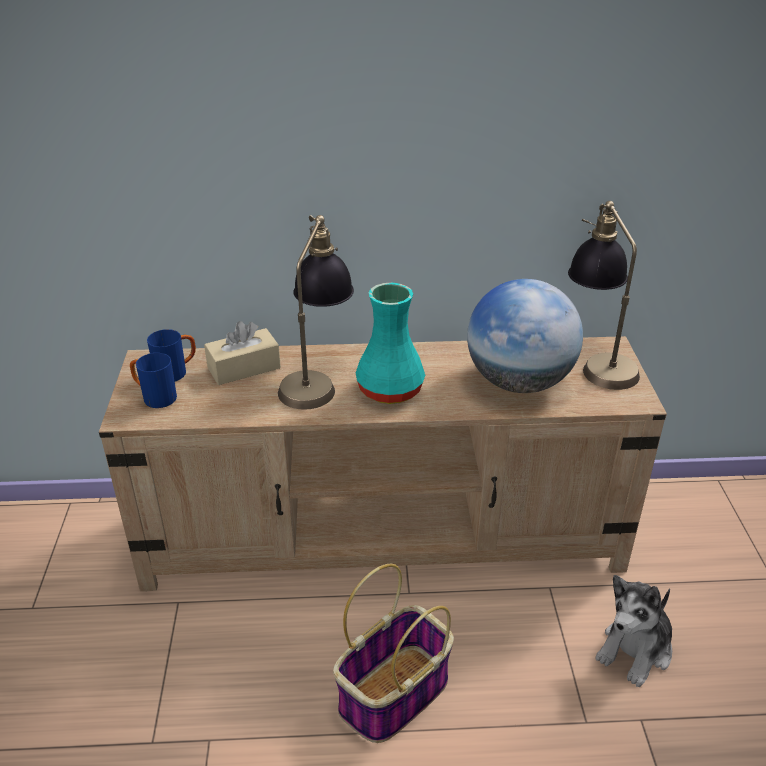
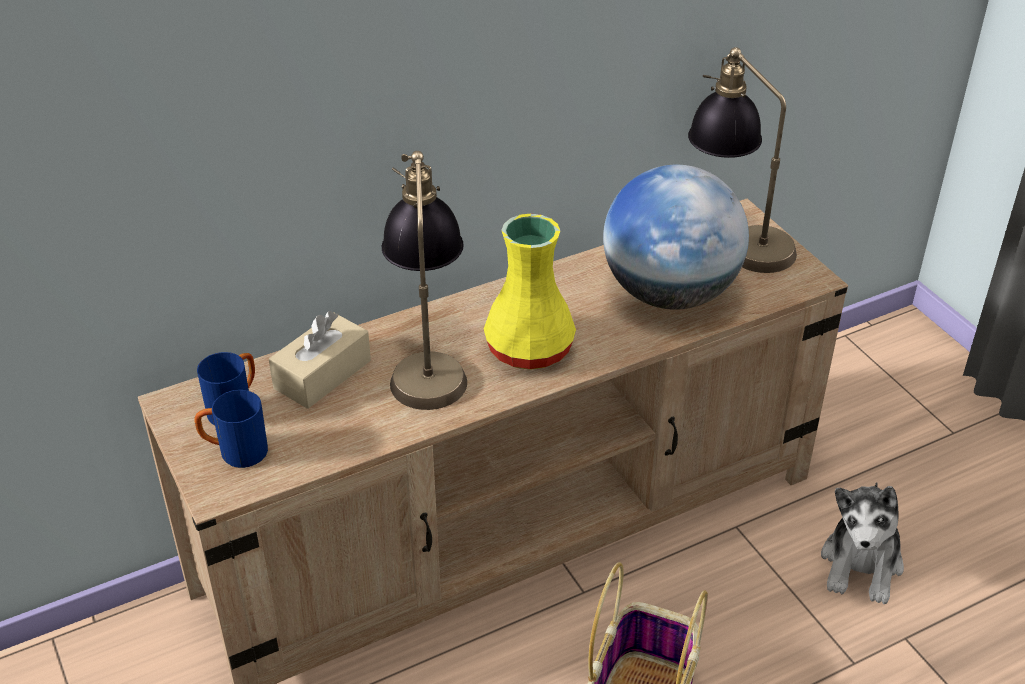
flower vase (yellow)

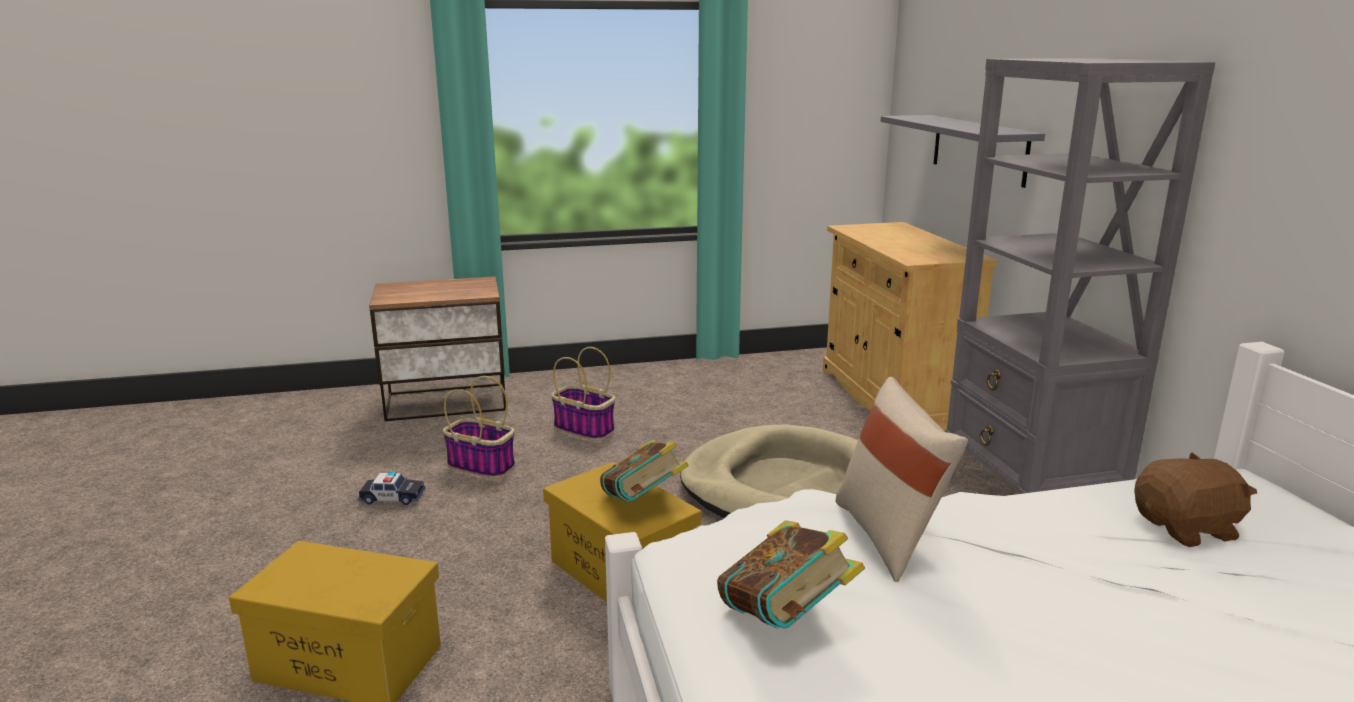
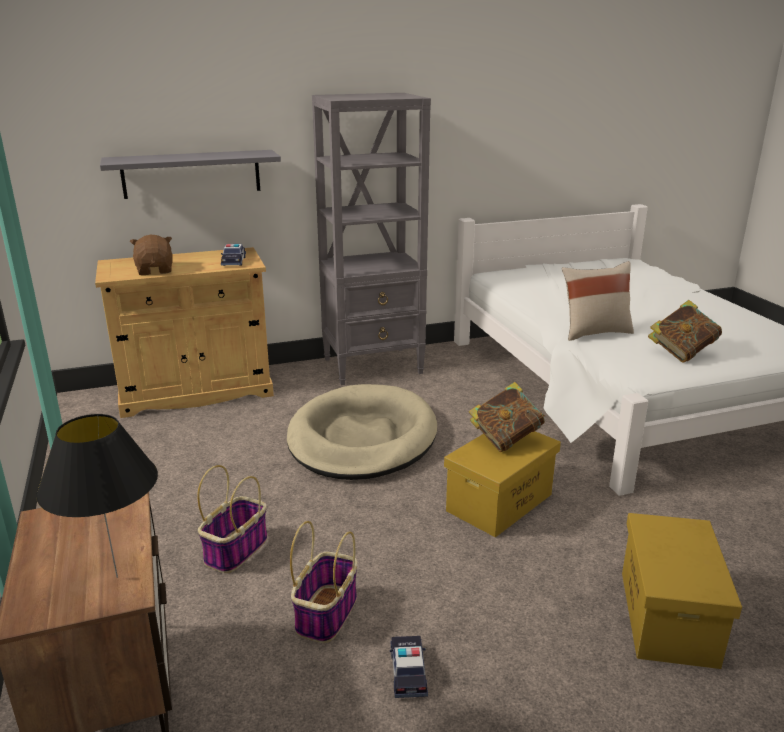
plush toy (brown)
tabletop lamp (black)
toy car (1st from left)

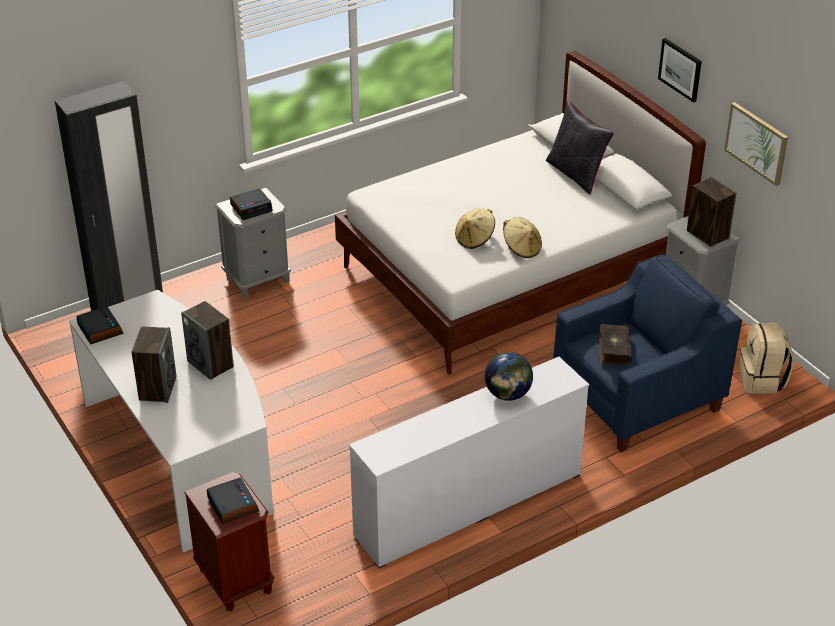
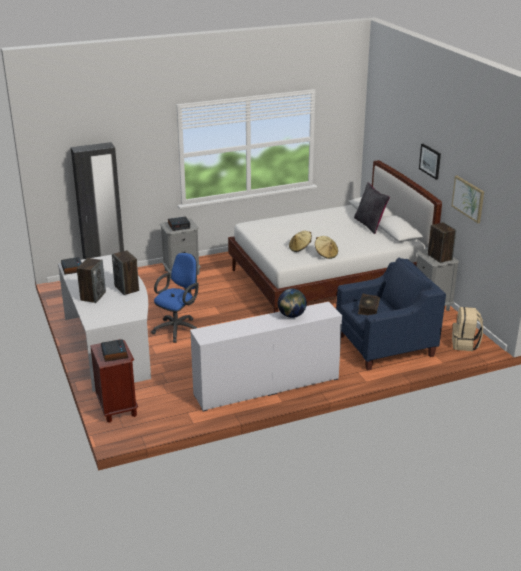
computer chair (blue-coloured)

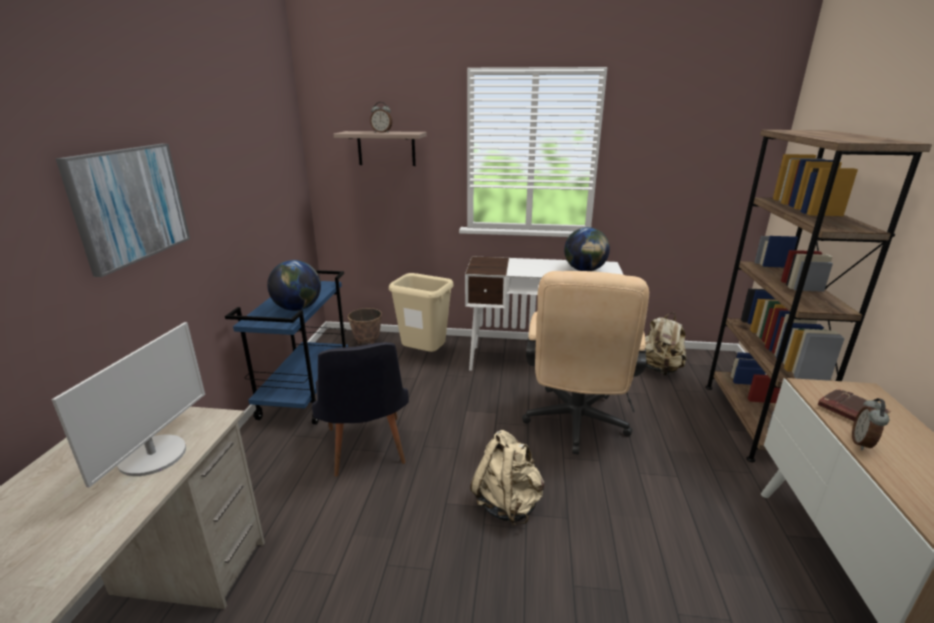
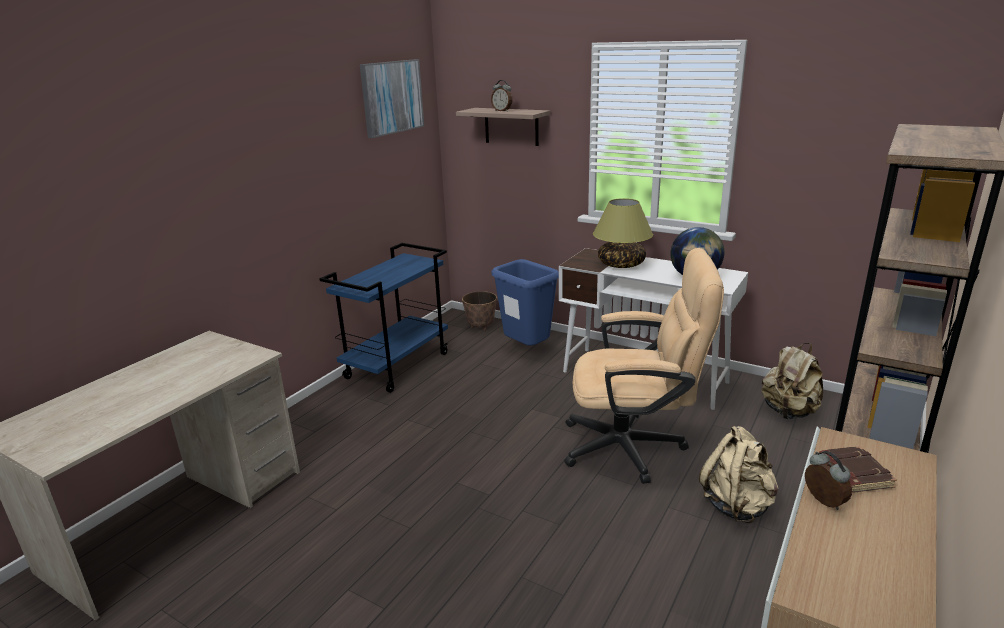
computer display
picture
desk globe (1st from left in the first image)
chair (black)
trash can (blue-coloured)
rucksack (beige) (1st from left)
computer chair (beige)
alarm clock (2nd from left)
tabletop lamp

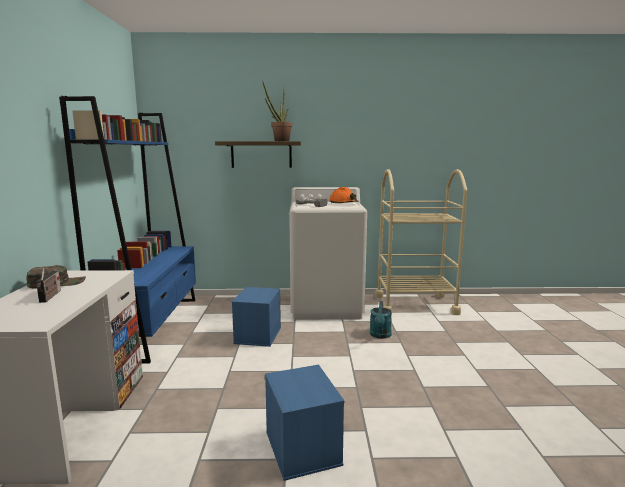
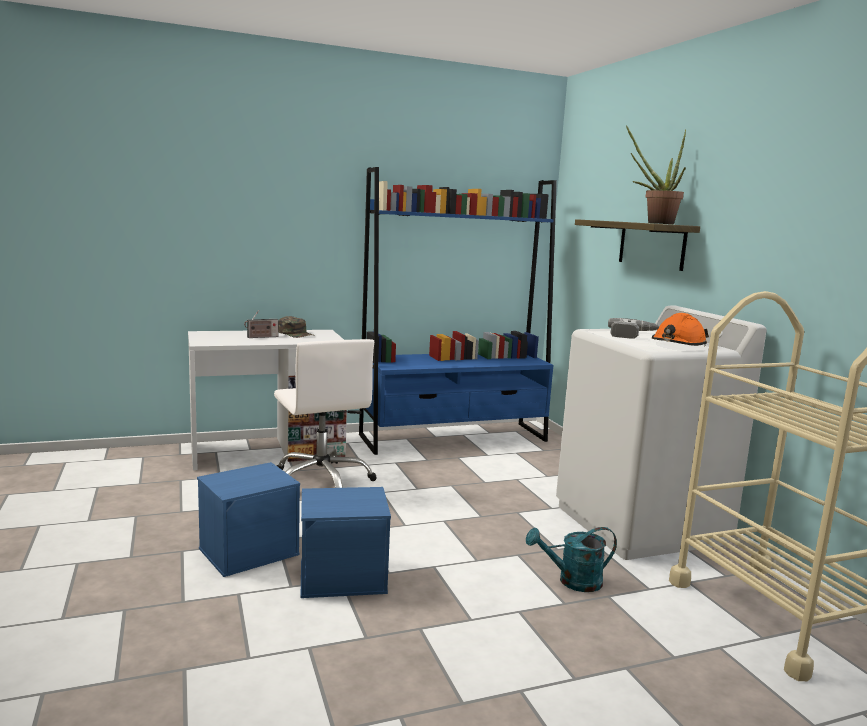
storage box (blue-coloured) (2nd from left)
computer chair (white)

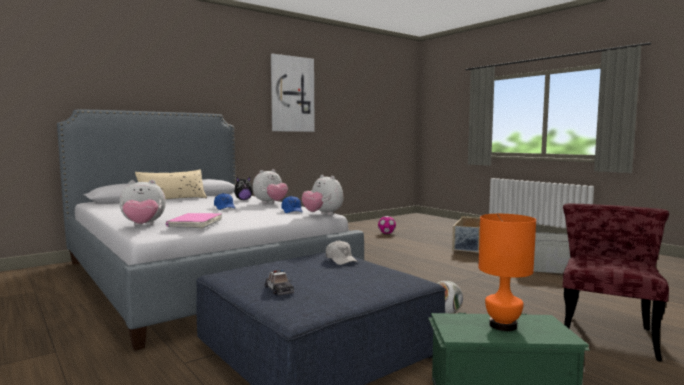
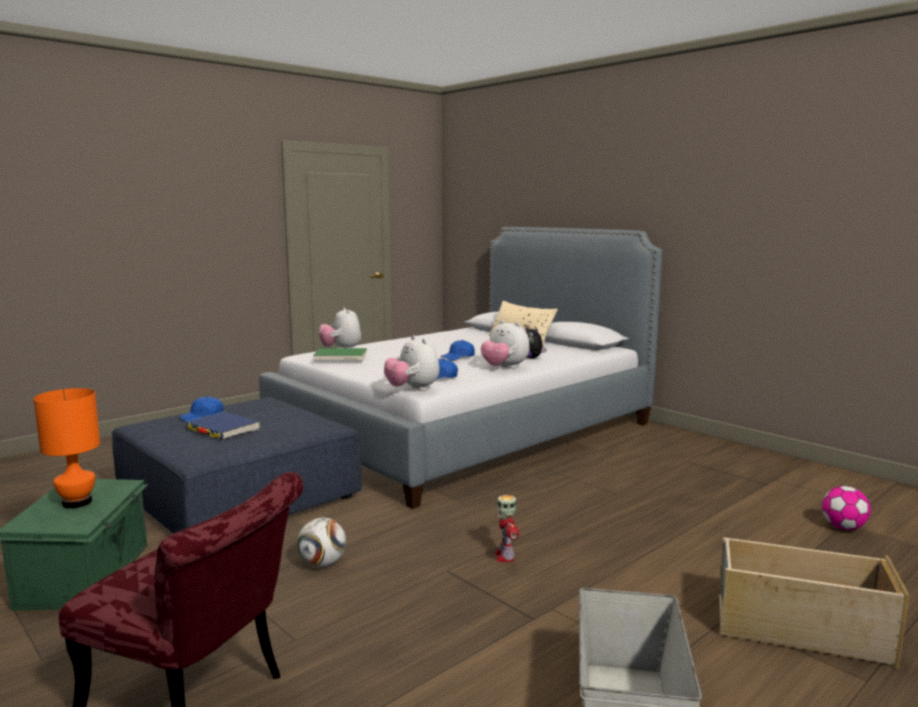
bound book (green)
peaked cap (blue-coloured) (1st from left)
picture
plush toy (2nd from left)
peaked cap (white)
bound book (blue-coloured)
robot figure

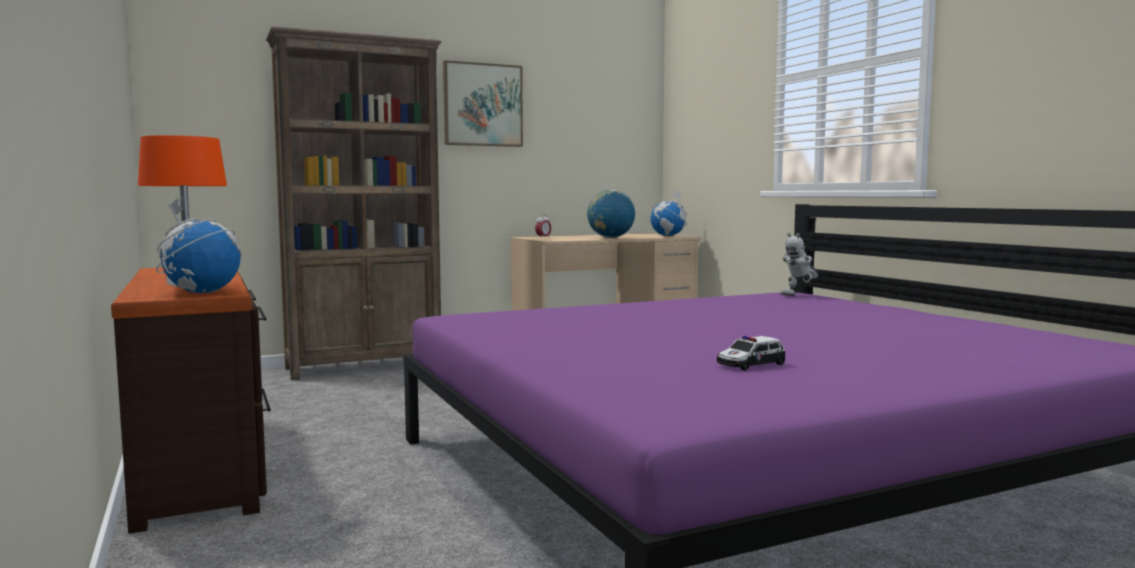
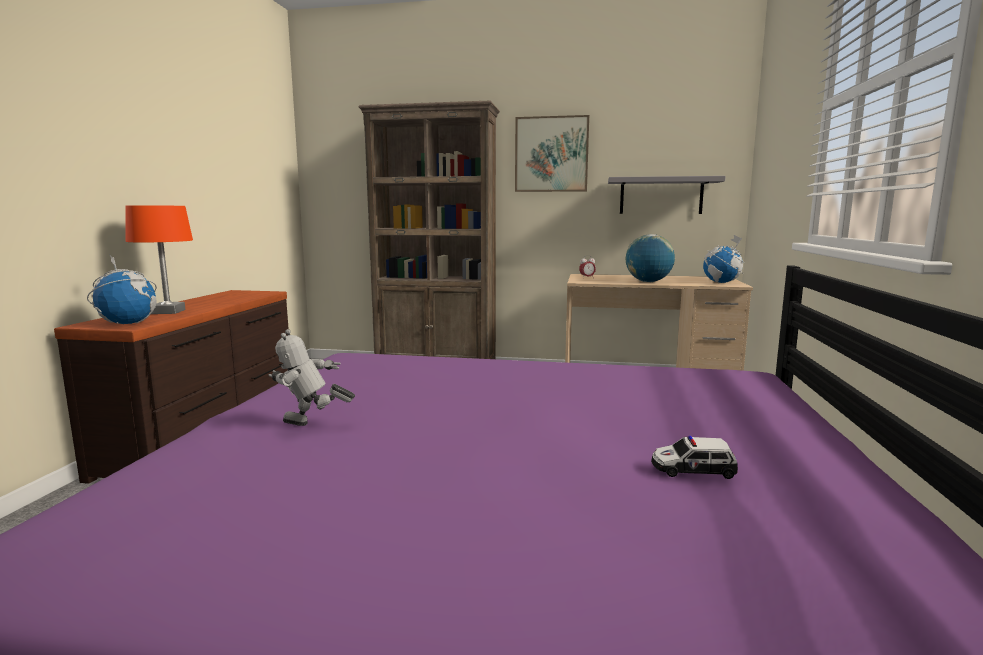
toy car
robot figure
bracket shelf (gray)

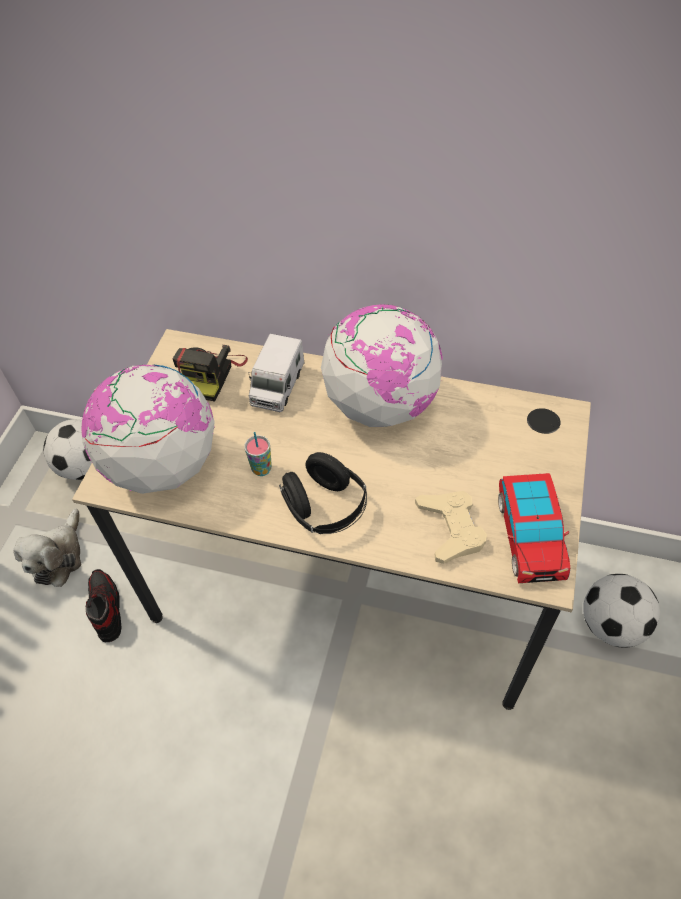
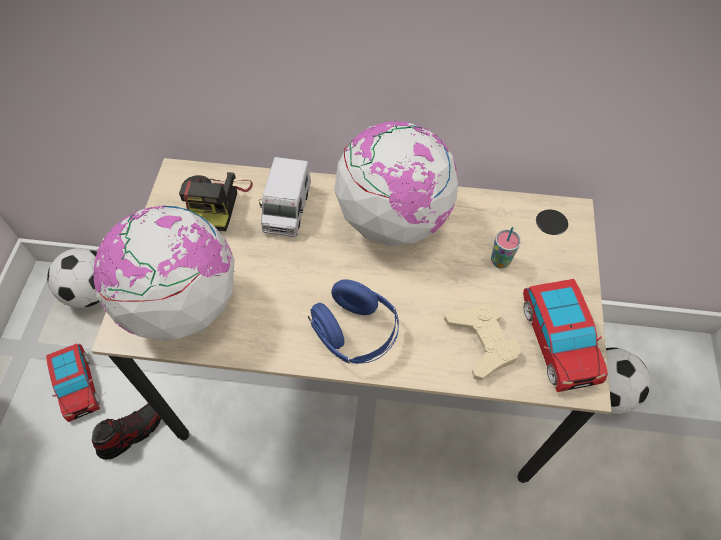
toy car (1st from left)
low shoe
drinking cup
headphones (blue-coloured)

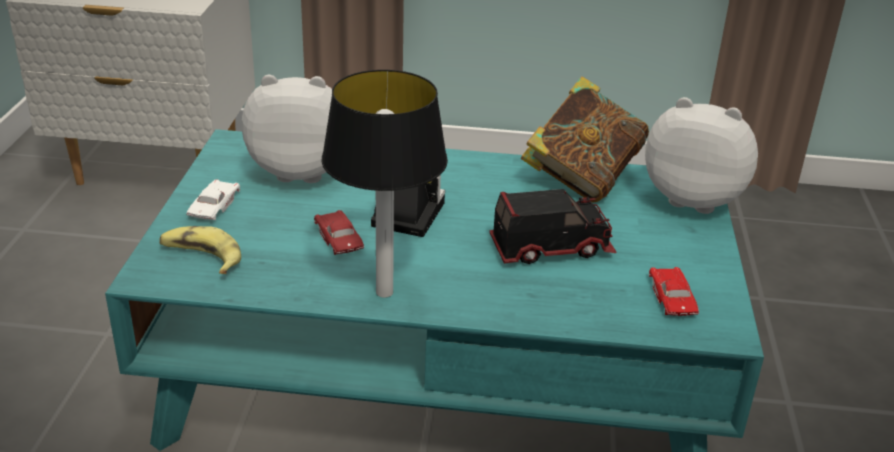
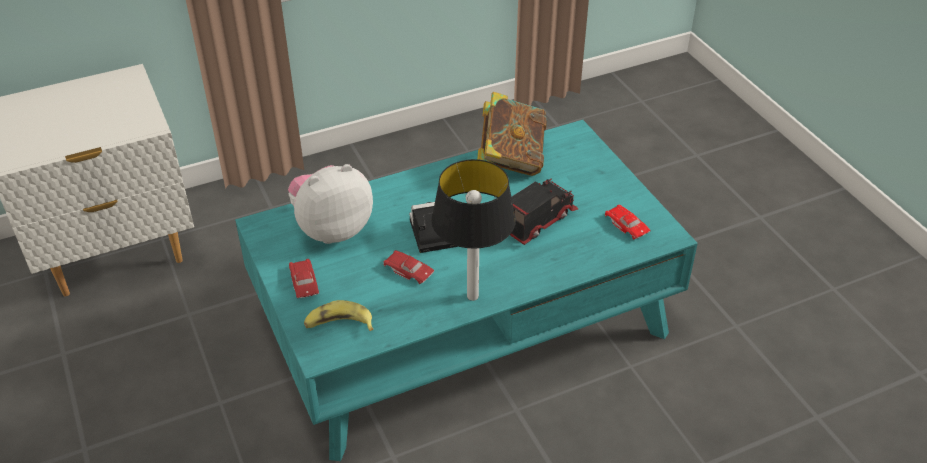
toy car (red-coloured) (1st from left)
plush toy (2nd from left in the first image)

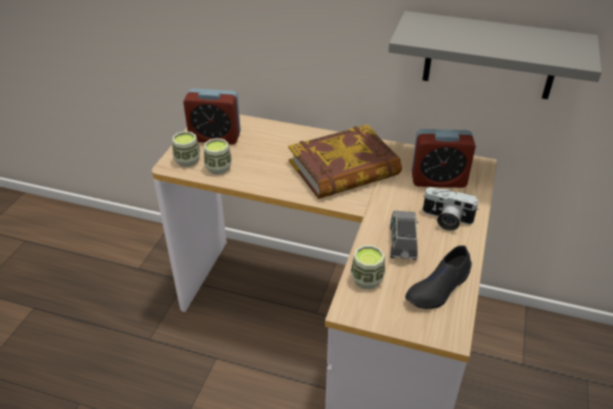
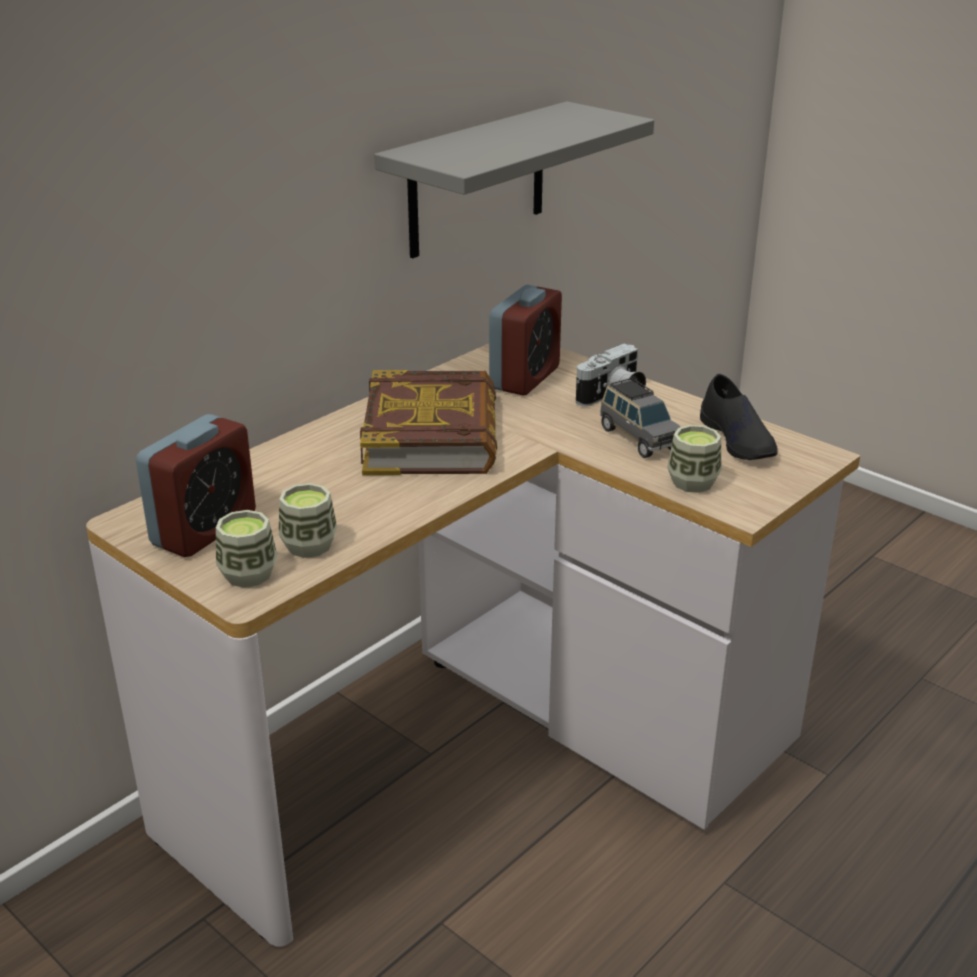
toy car (gray)

